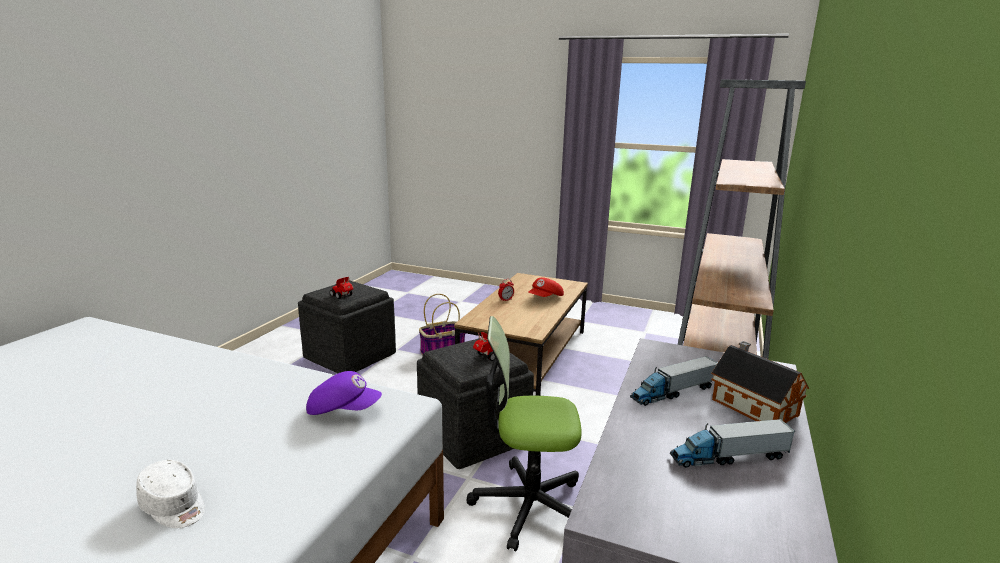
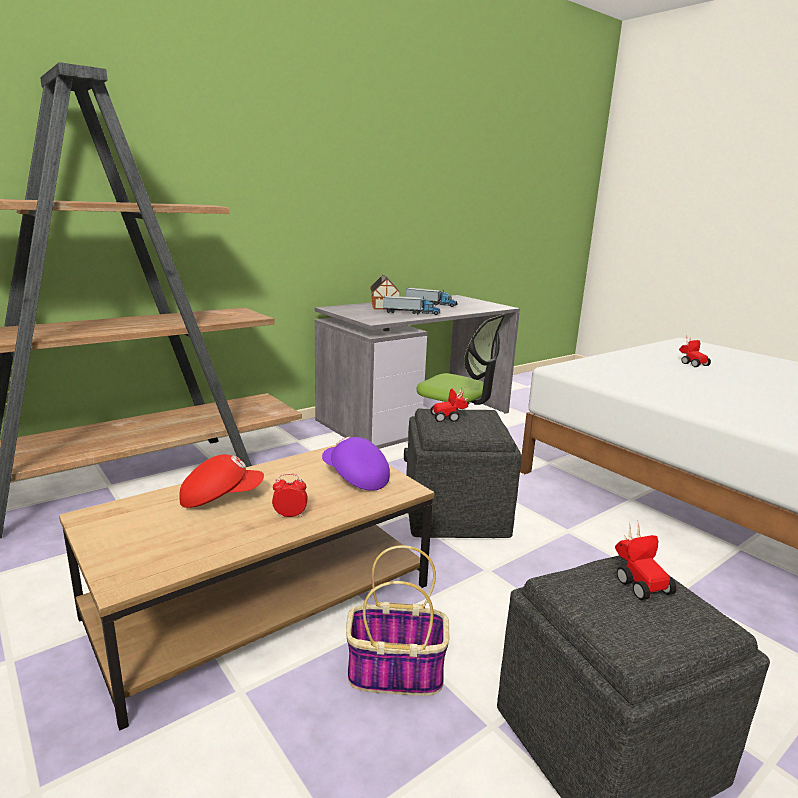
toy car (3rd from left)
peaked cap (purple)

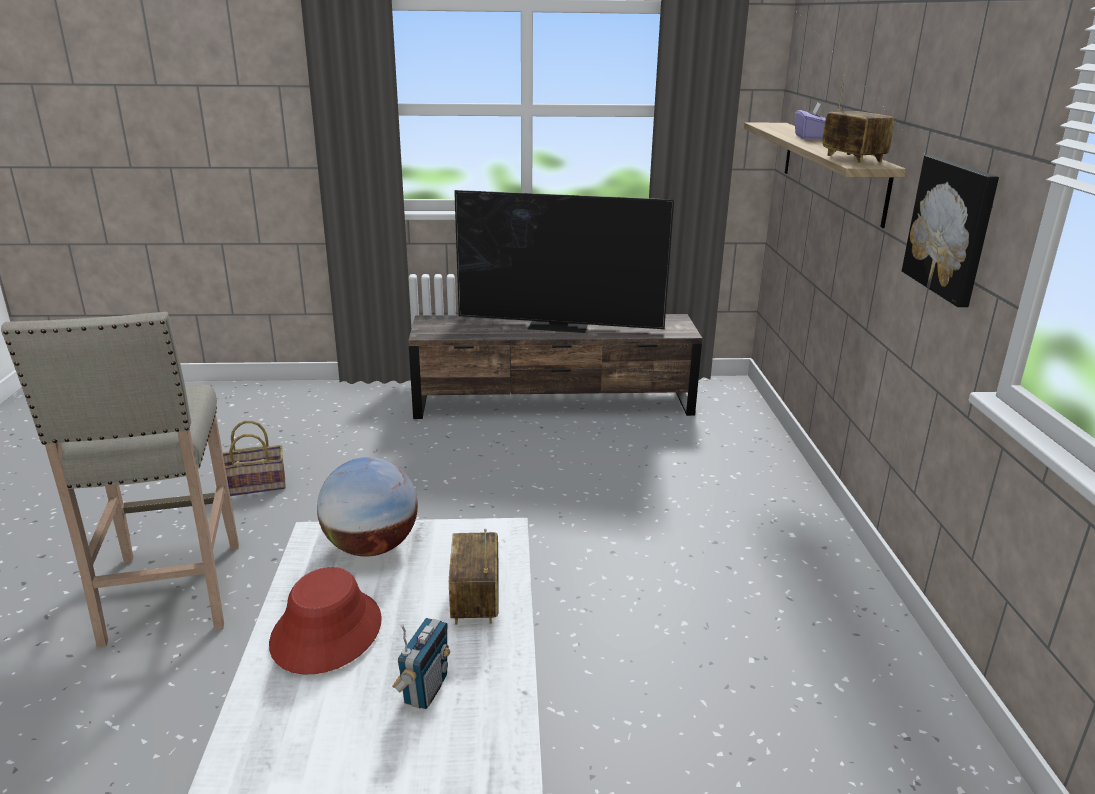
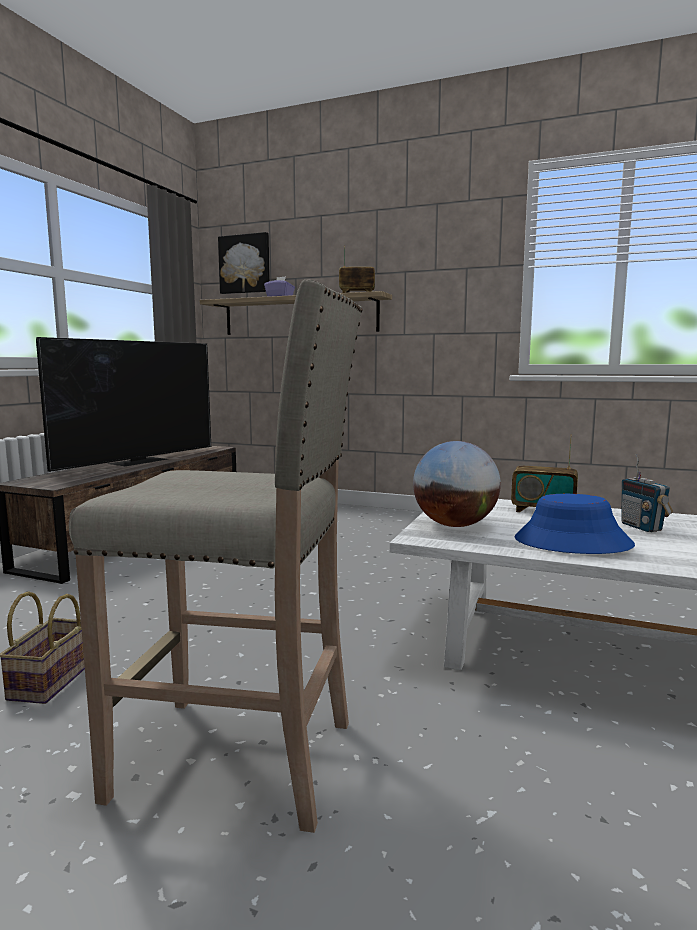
hat (blue-coloured)
radio set (3rd from left)
picture

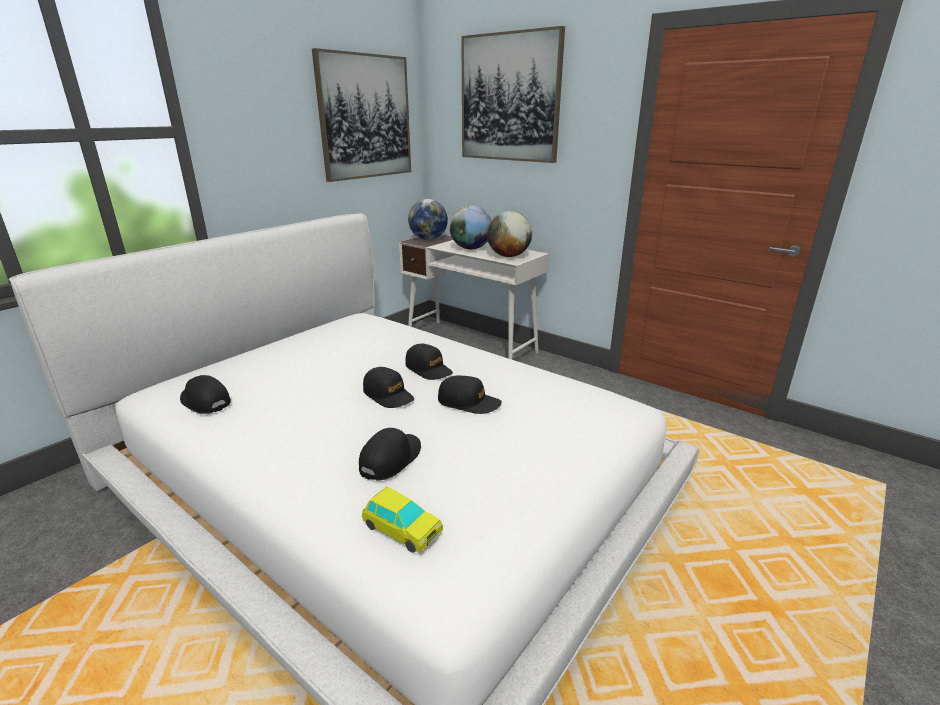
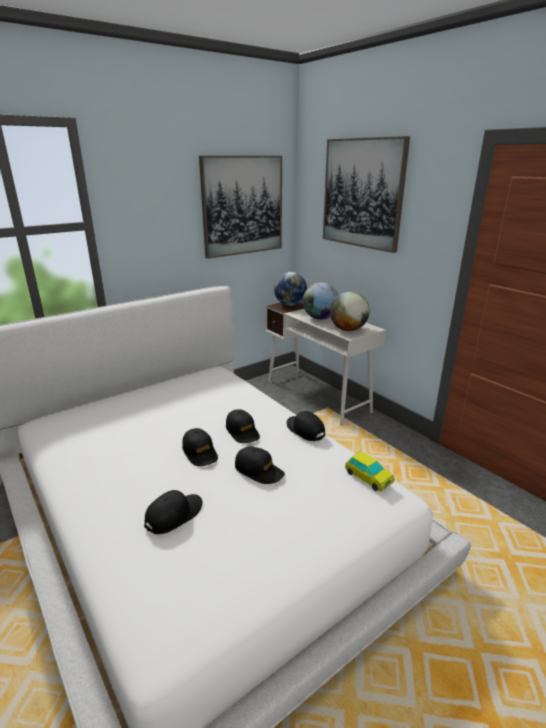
peaked cap (black) (5th from left)
toy car

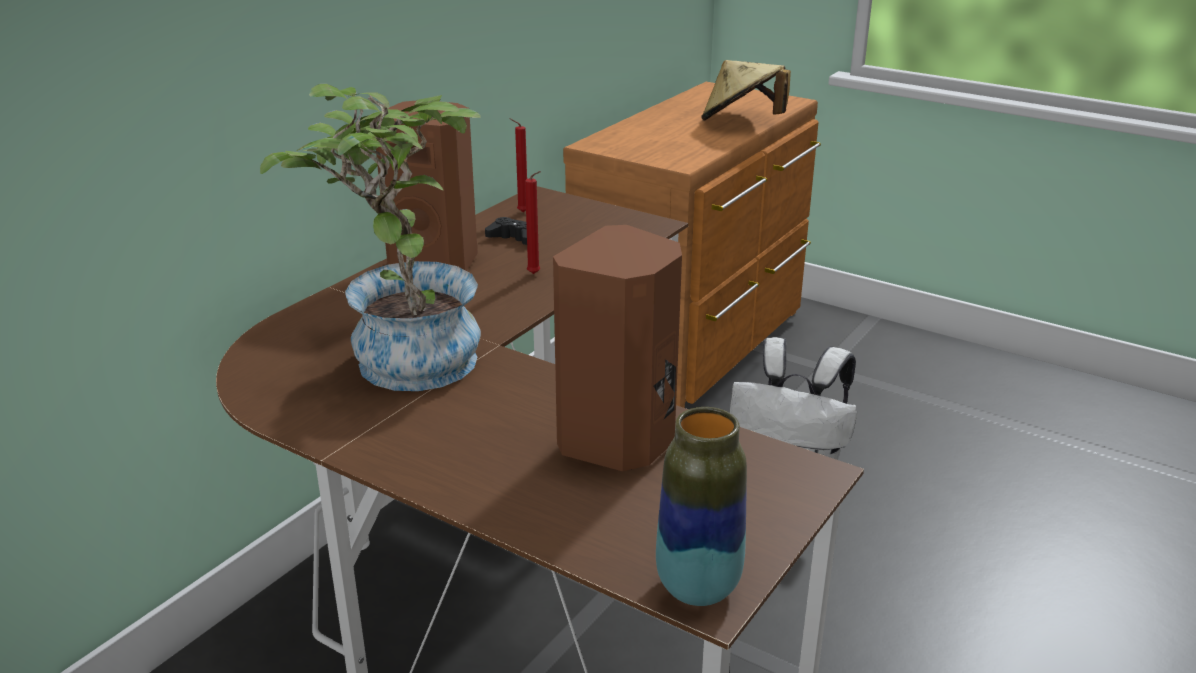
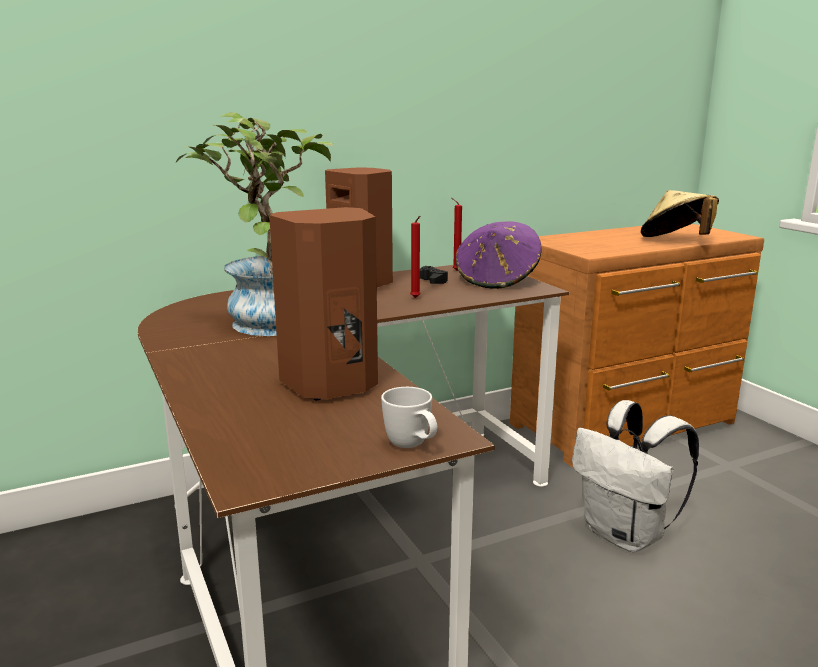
flower vase
mug (white)
hat (purple)

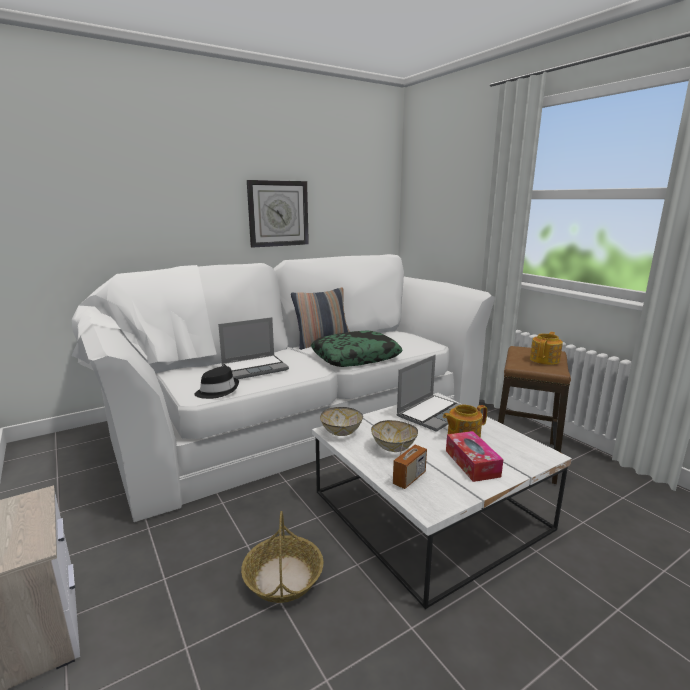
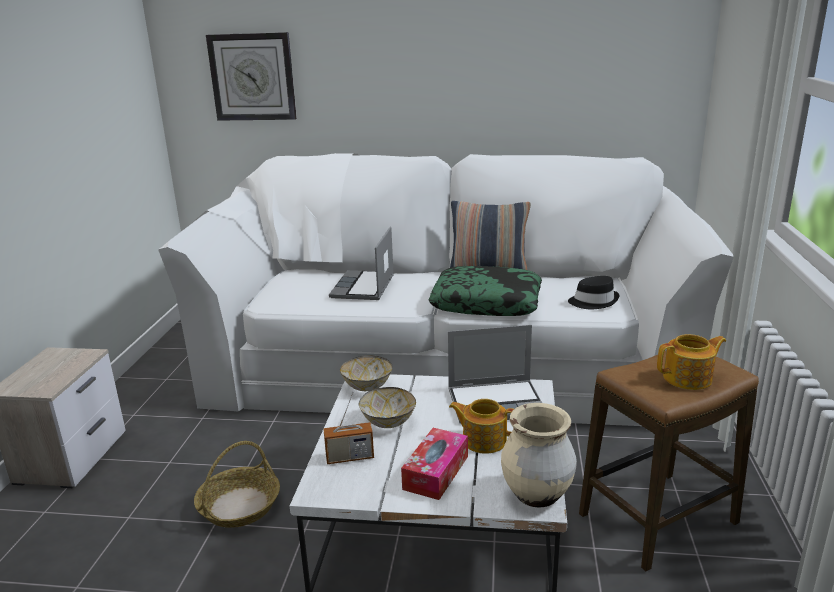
hat (black)
laptop (1st from left)
wall clock
flower vase (beige)

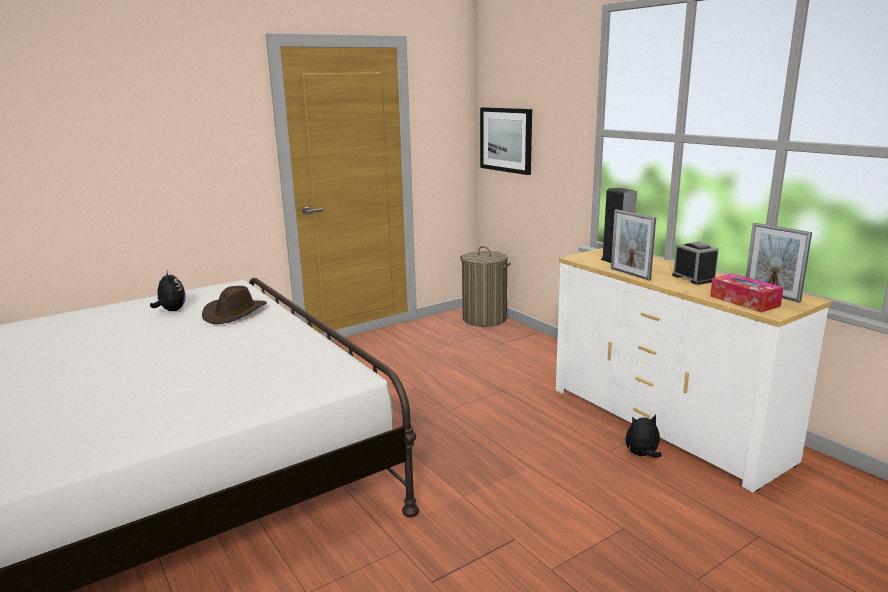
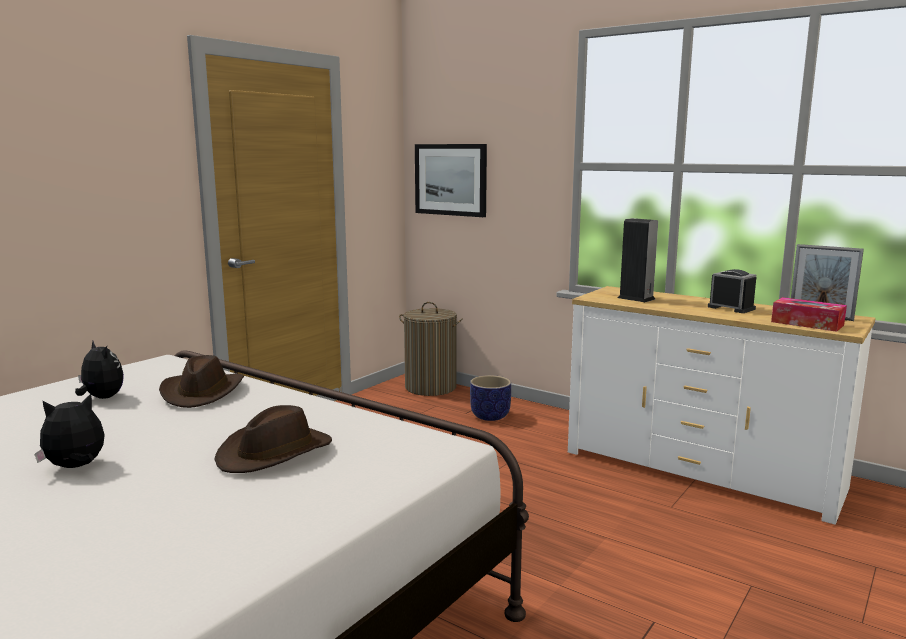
picture frame (1st from left in the first image)
plush toy (1st from left)
hat (brown) (2nd from left)
plant pot

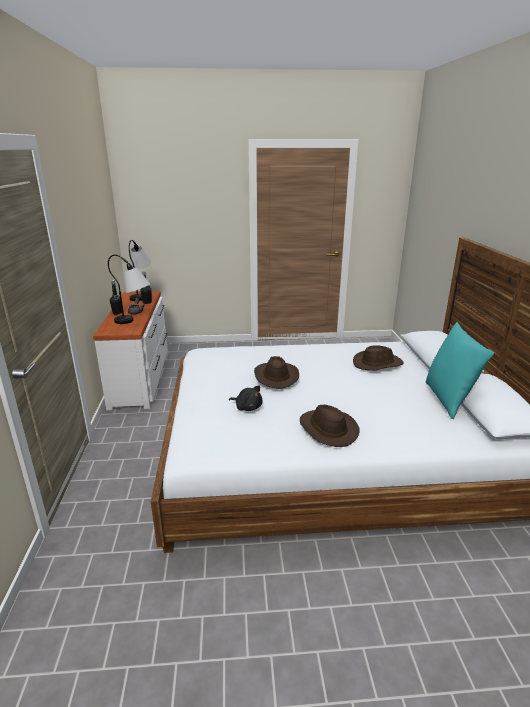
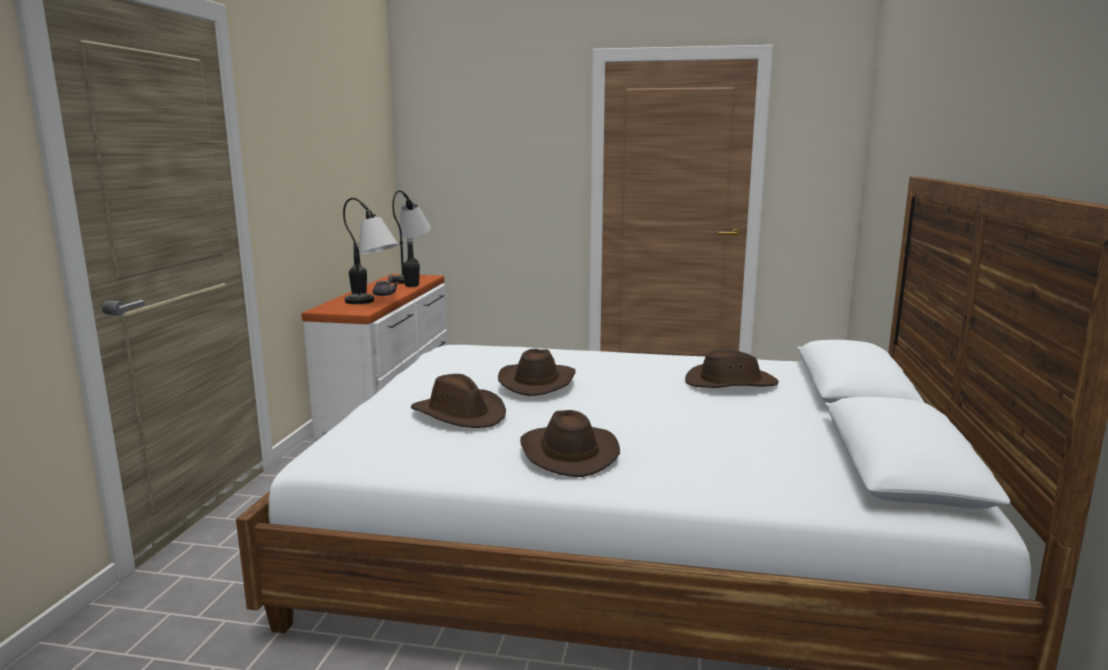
hat (brown) (1st from left)
pillow (turquoise-coloured)

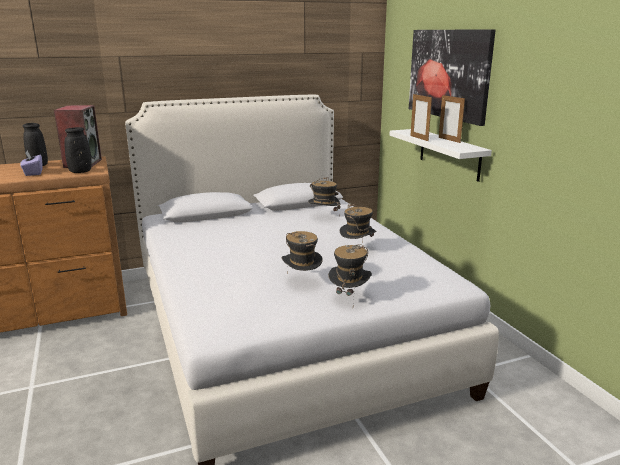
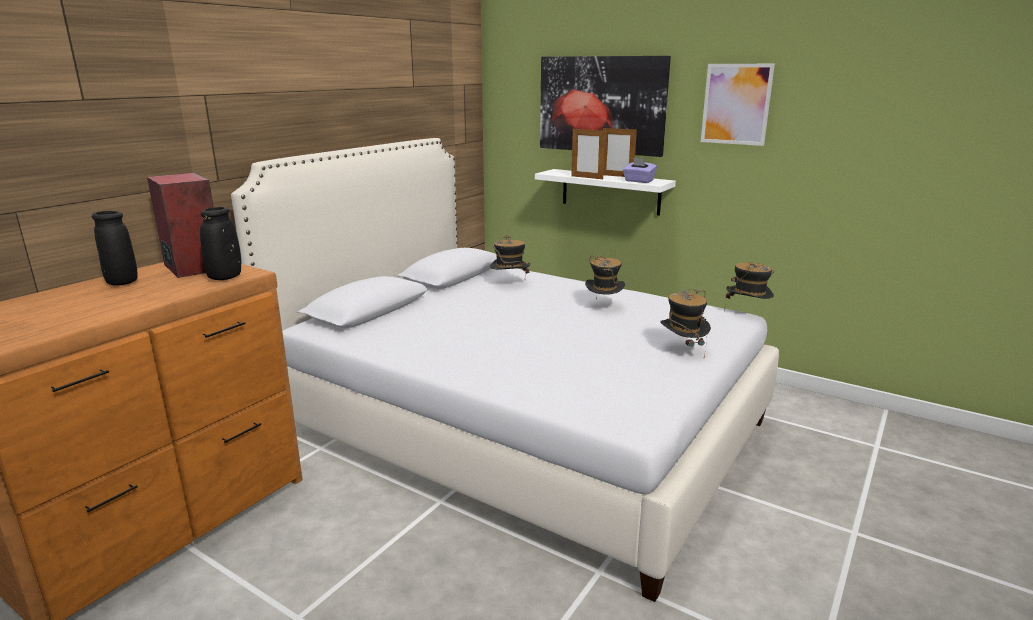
tissue holder (purple)
hat (4th from left)
picture (2nd from left)

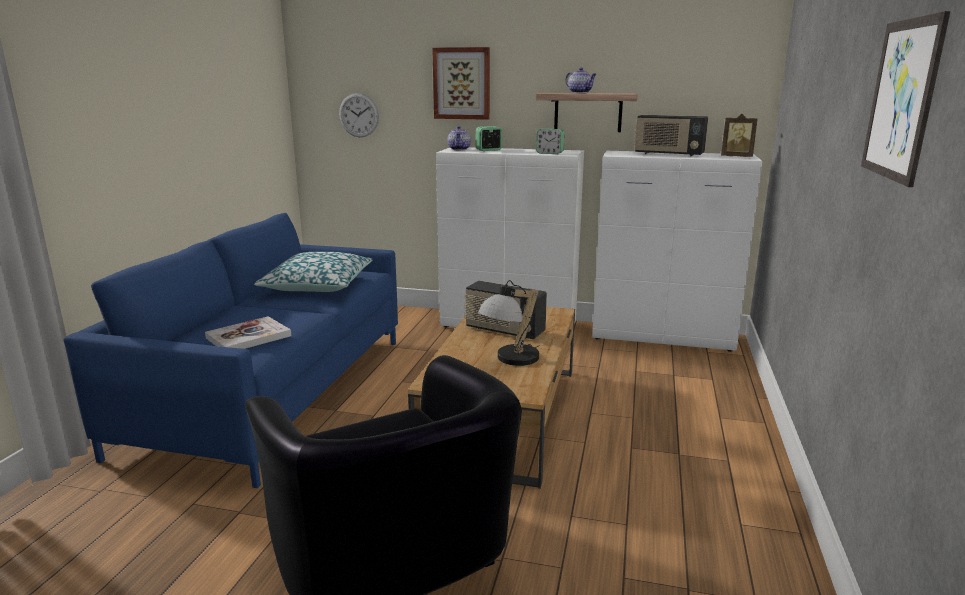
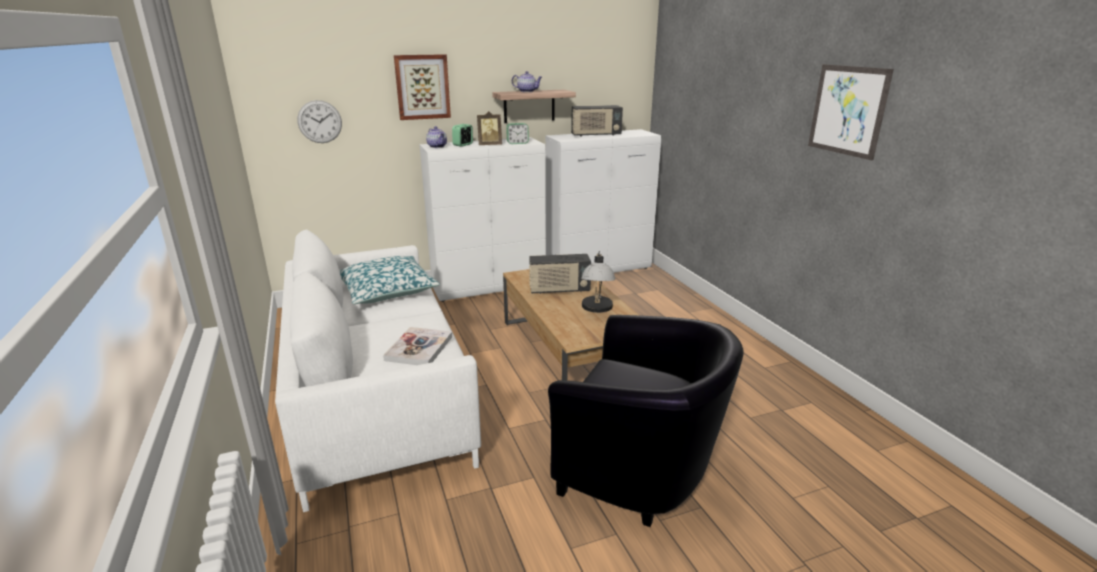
sofa (white)
picture frame

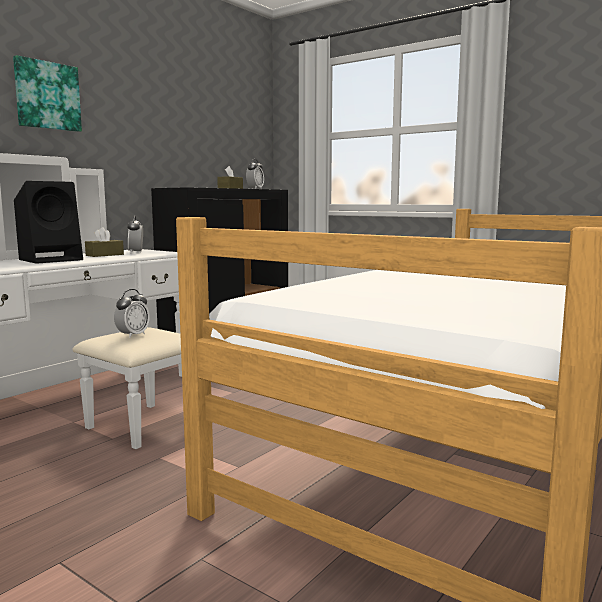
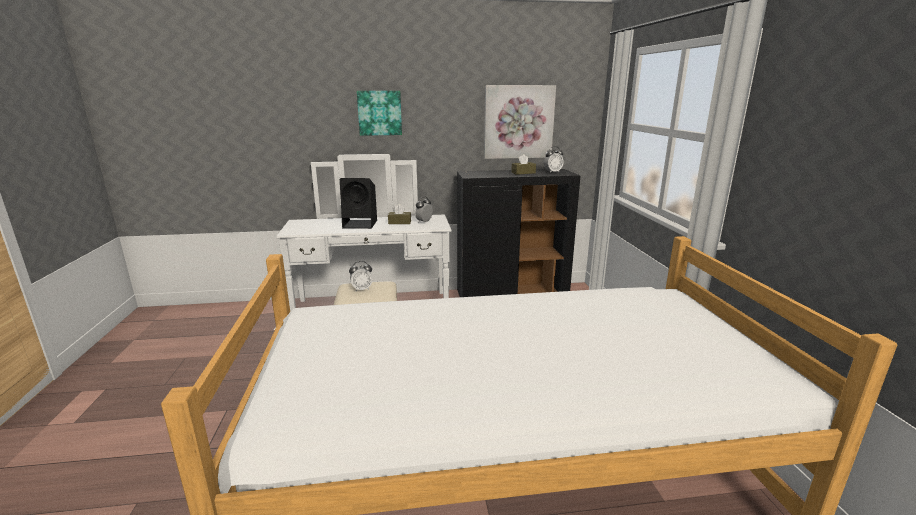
picture (2nd from left)

